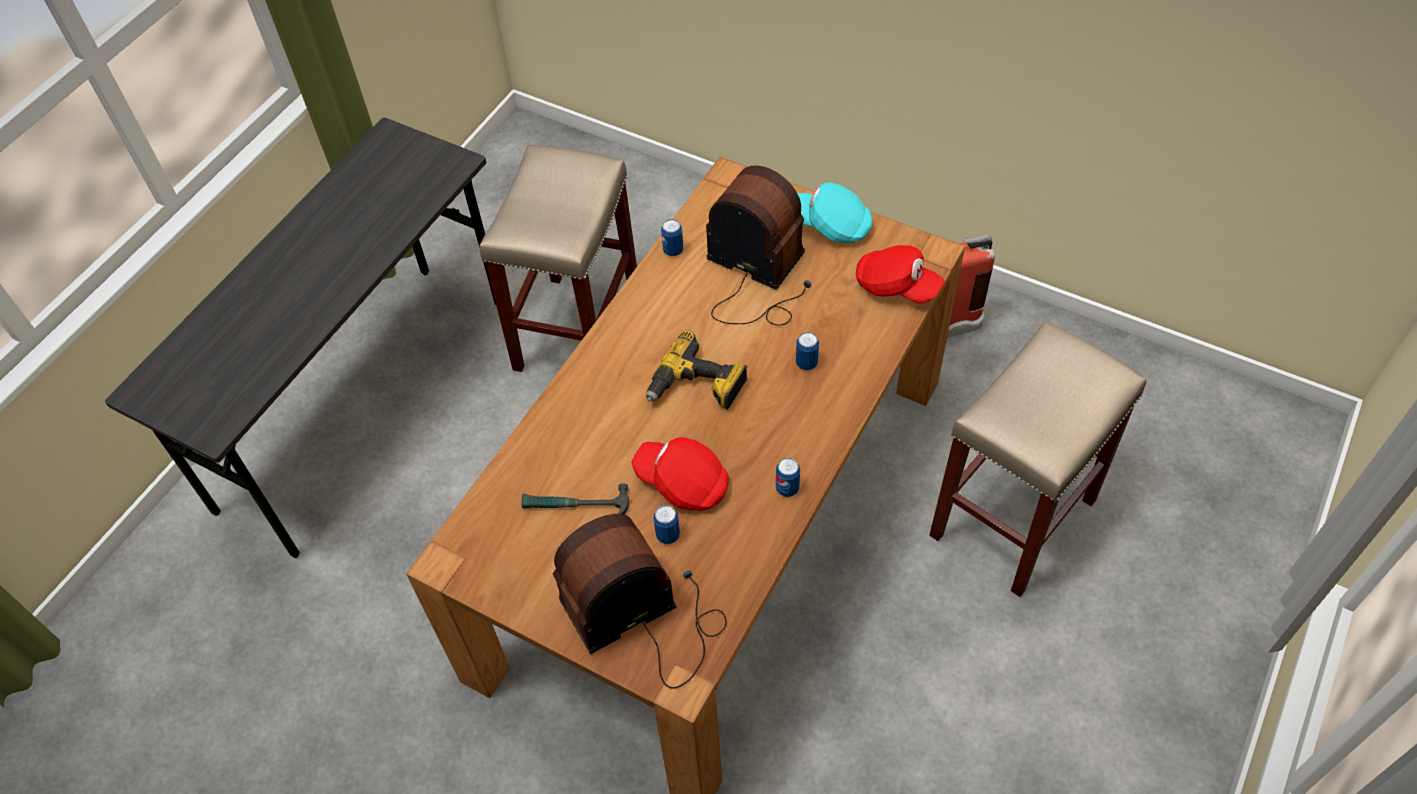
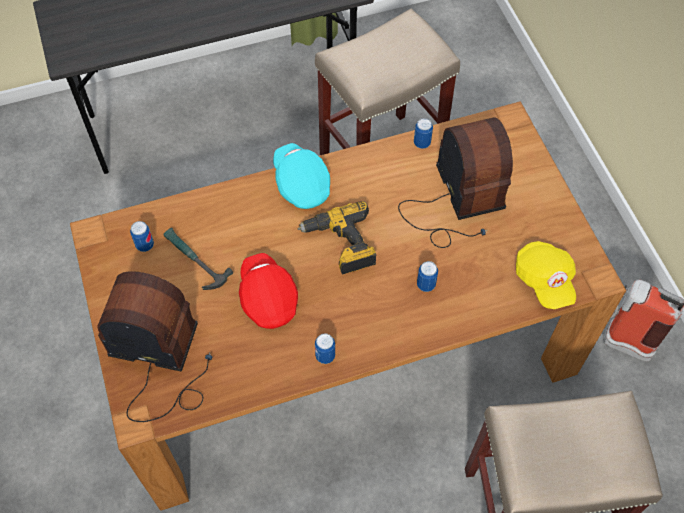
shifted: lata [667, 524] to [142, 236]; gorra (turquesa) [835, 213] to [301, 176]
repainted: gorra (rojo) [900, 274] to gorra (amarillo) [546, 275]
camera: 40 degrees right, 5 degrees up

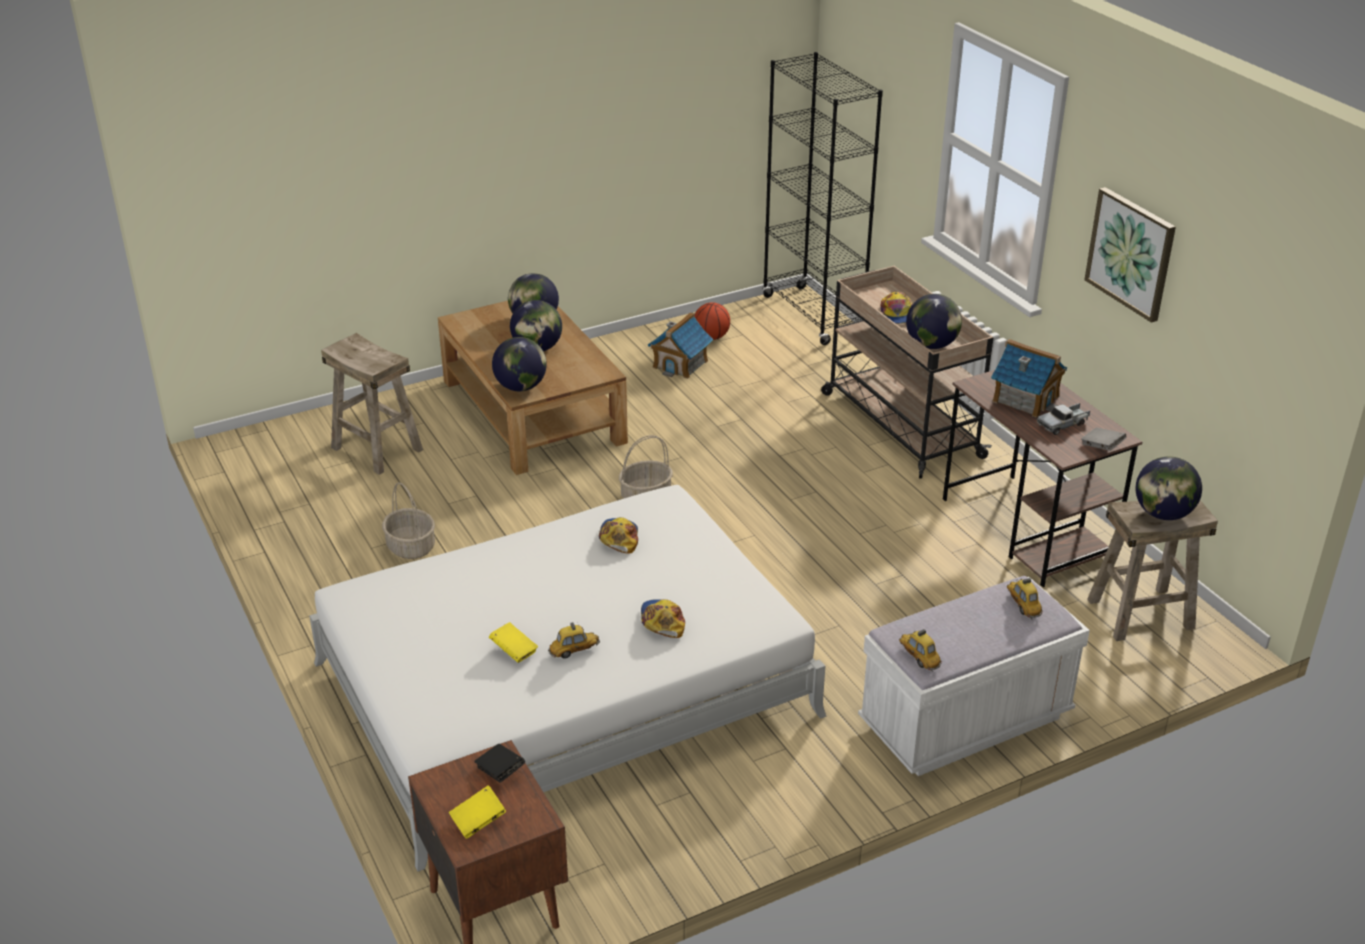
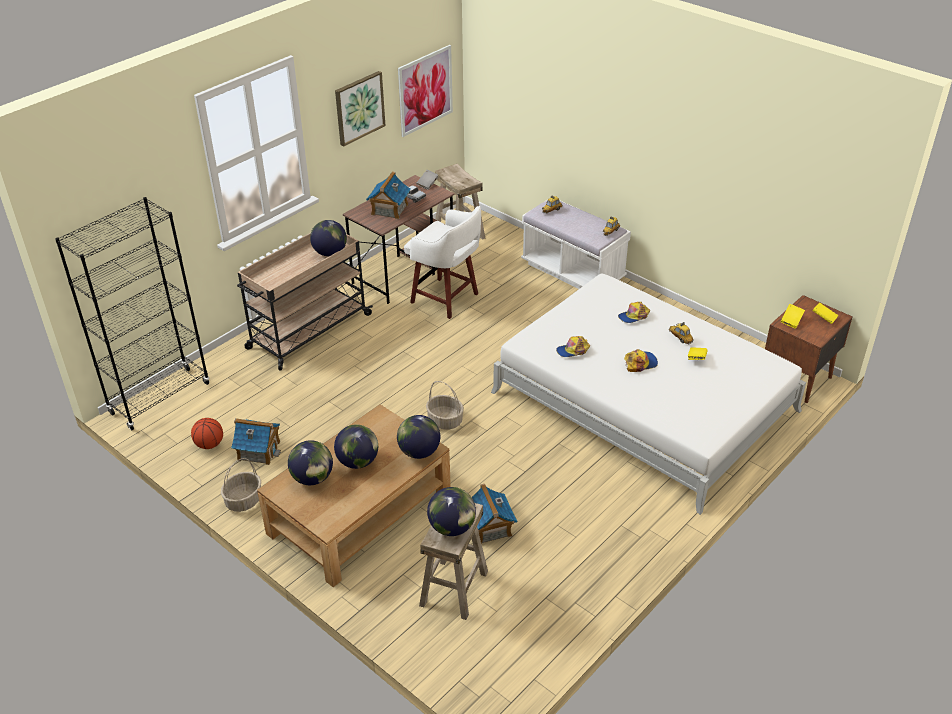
new: cuadro [425, 91]; taburete (blanco) [442, 262]; casita [494, 514]
shifted: cesta [408, 521] to [241, 485]; gorra [896, 308] to [641, 360]; globo terráqueo [1169, 488] to [451, 511]
repainted: libro (negro) [499, 763] to libro (amarillo) [793, 316]
camera: 110 degrees left, 5 degrees up

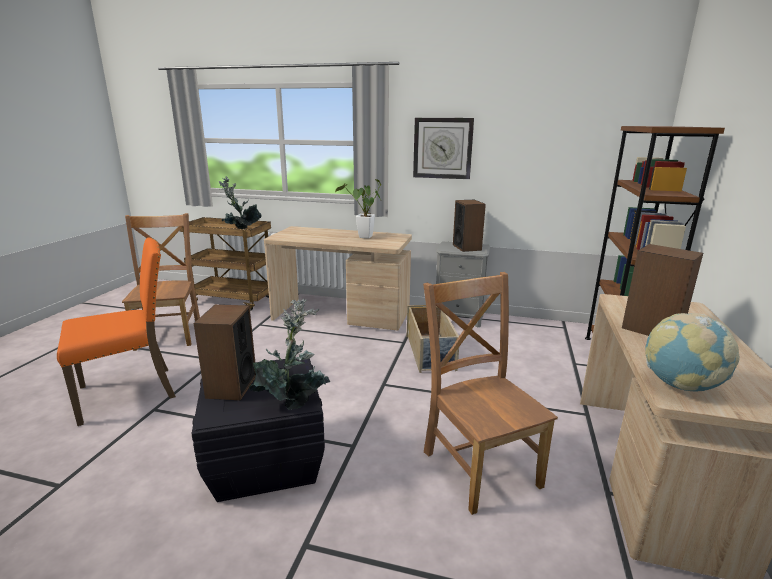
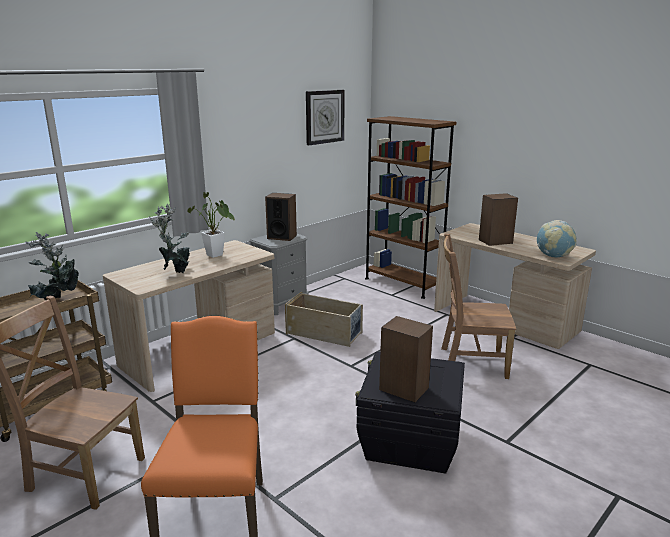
shifted: planta en maceta [290, 353] to [169, 238]; reloj de pared [443, 148] to [325, 117]
camera: 60 degrees left, 0 degrees up

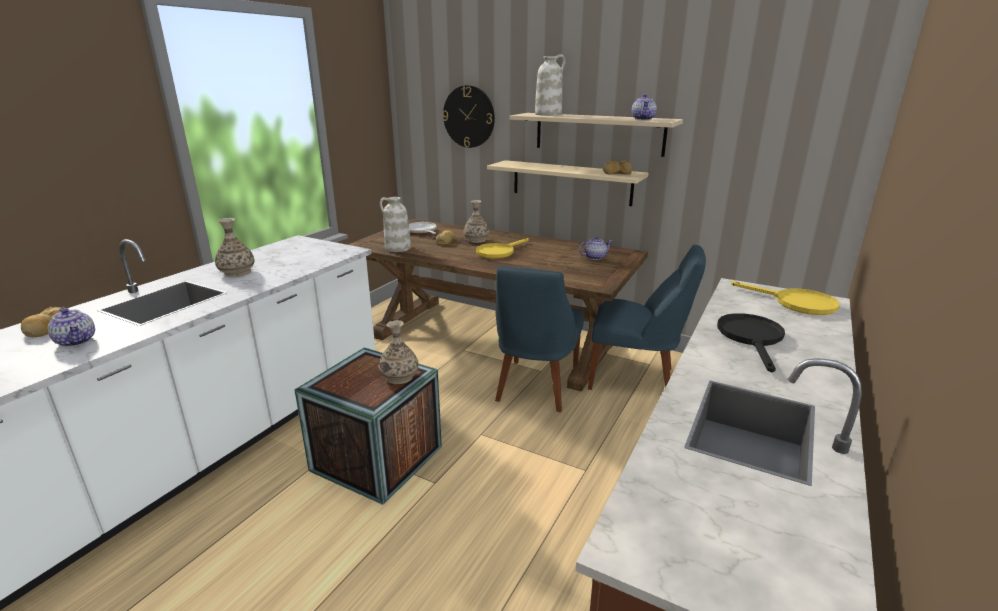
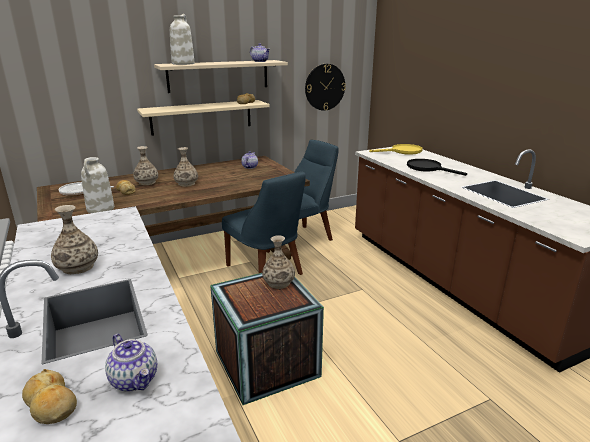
shifted: reloj de pared [468, 116] to [325, 87]
swapped: sartén (amarillo) [502, 248] to florero [186, 167]
rotated: tetera [71, 327] = [131, 362] 60 degrees clockwise
camera: 55 degrees left, 0 degrees up

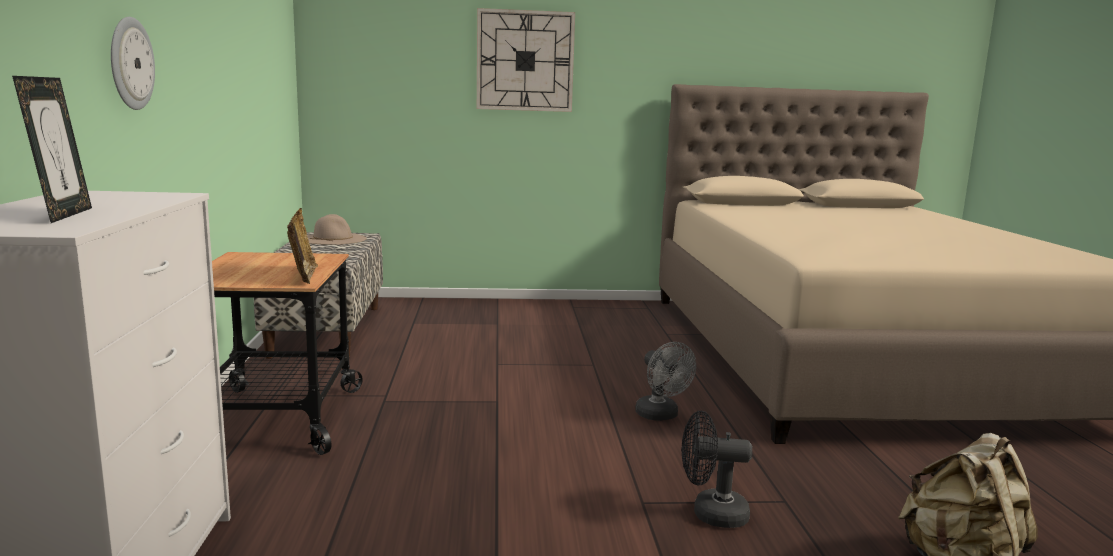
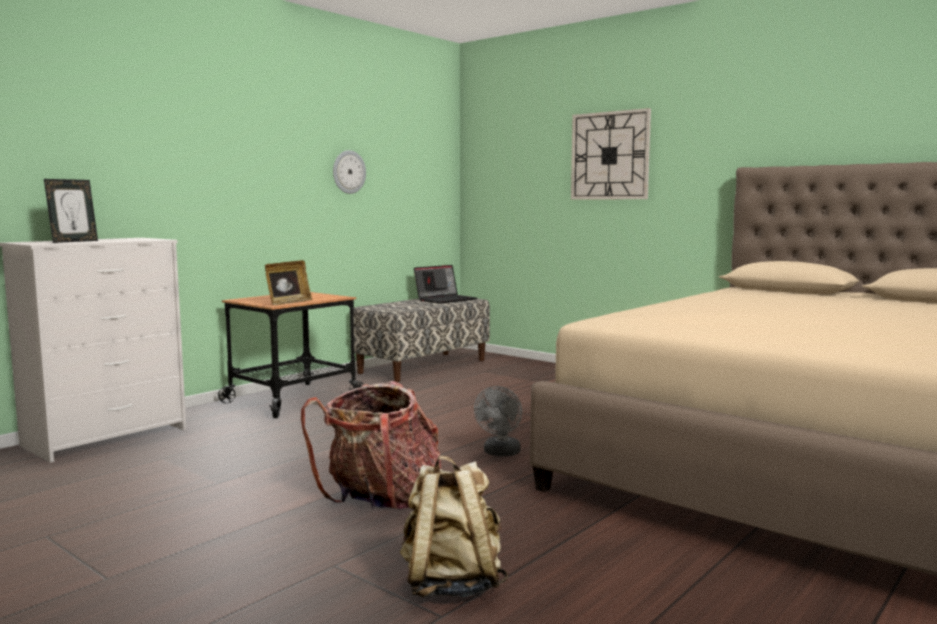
shifted: reloj de pared [133, 63] to [349, 172]
swapped: sombrero (beis) [337, 229] to portátil [445, 284]; ventilador (negro) [717, 469] to mochila [371, 445]
camera: 45 degrees right, 5 degrees down

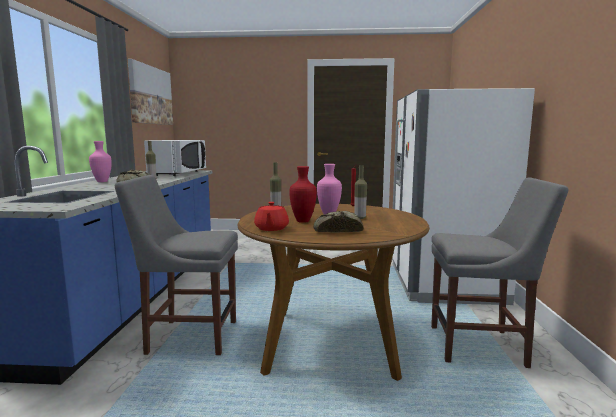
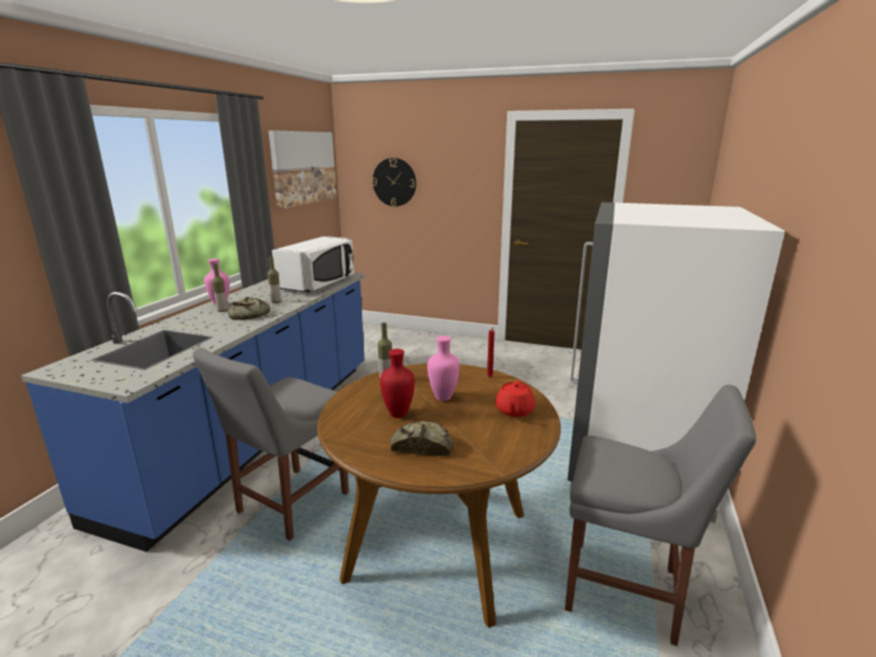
new: reloj de pared [394, 182]
shifted: tetera (rojo) [271, 216] to [515, 398]; botella [361, 192] to [220, 288]
rotated: silla (gris) [176, 265] = [271, 444] 75 degrees counterclockwise
camera: 15 degrees right, 10 degrees up

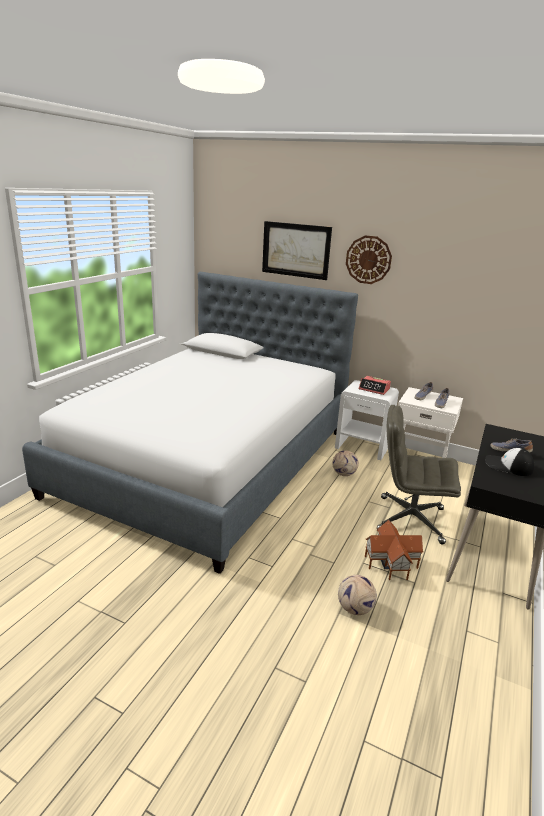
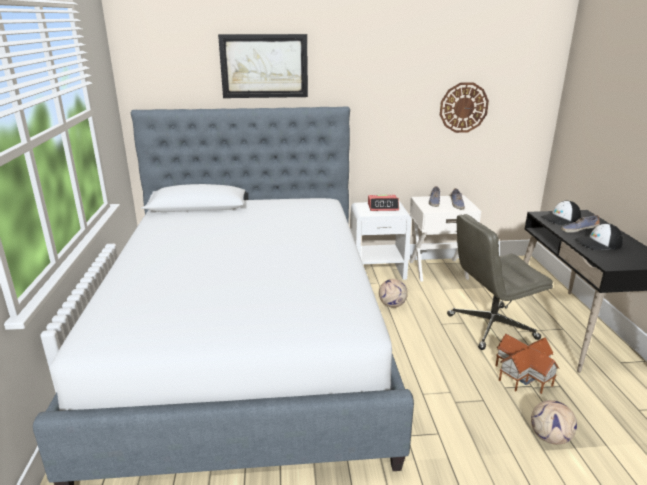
new: gorra [560, 212]
shifted: reloj de pared [369, 259] to [464, 107]
camera: 30 degrees left, 0 degrees up

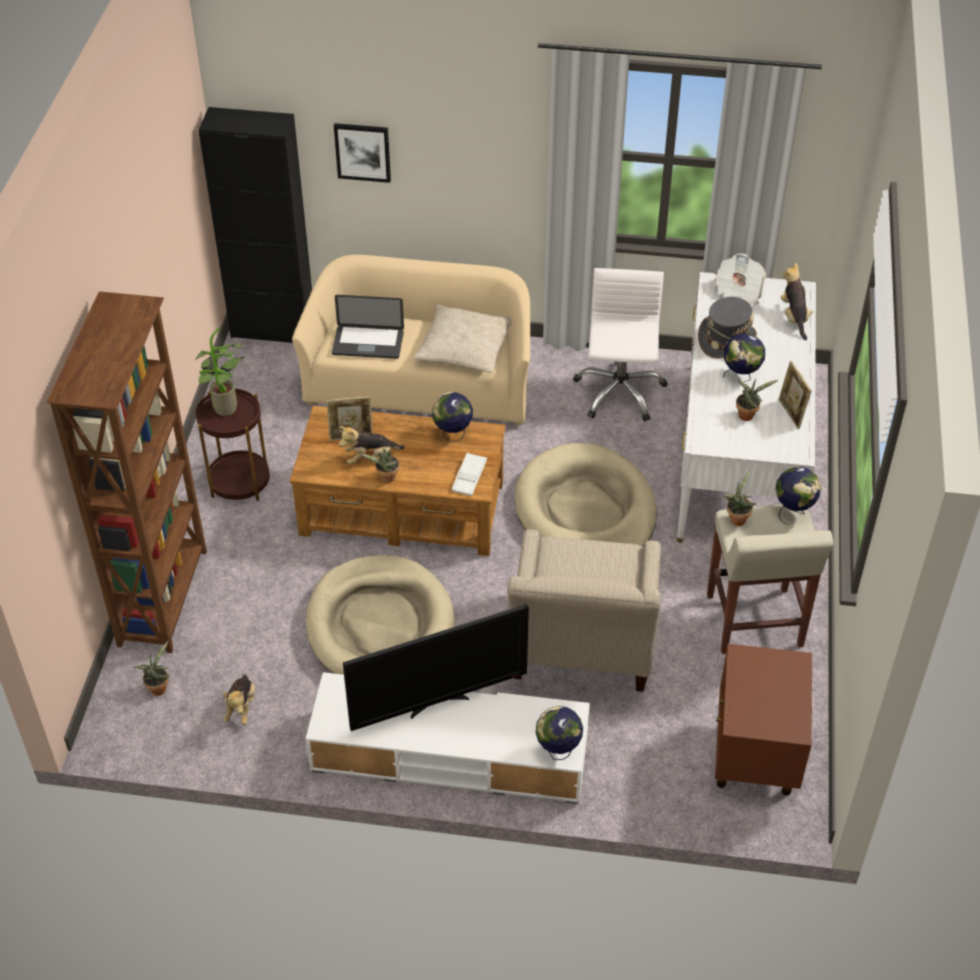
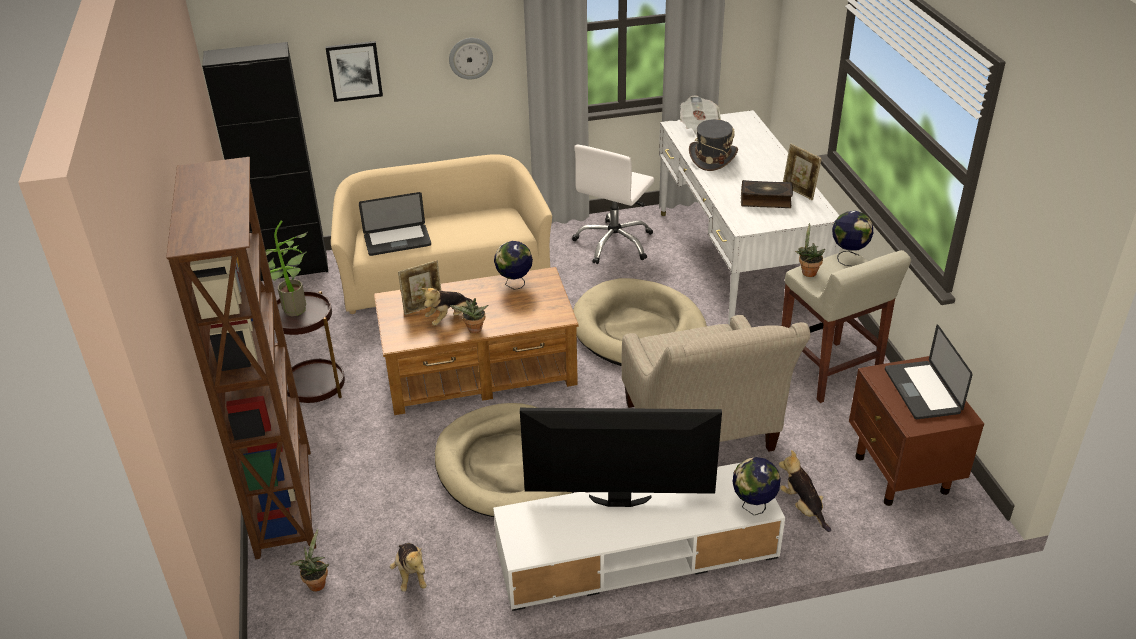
gone: cojín (beis) [462, 339]; bandeja (blanco) [469, 474]; globo terráqueo [744, 357]
new: reloj de pared [471, 59]; portátil [929, 371]
shifted: peluche [797, 301] to [805, 491]
swapped: planta en maceta [757, 400] to libro [767, 194]
rotated: televisor [436, 667] = [621, 457] 135 degrees counterclockwise; silla de oficina (blanco) [620, 345] = [613, 204] 135 degrees counterclockwise
camera: 20 degrees left, 10 degrees down

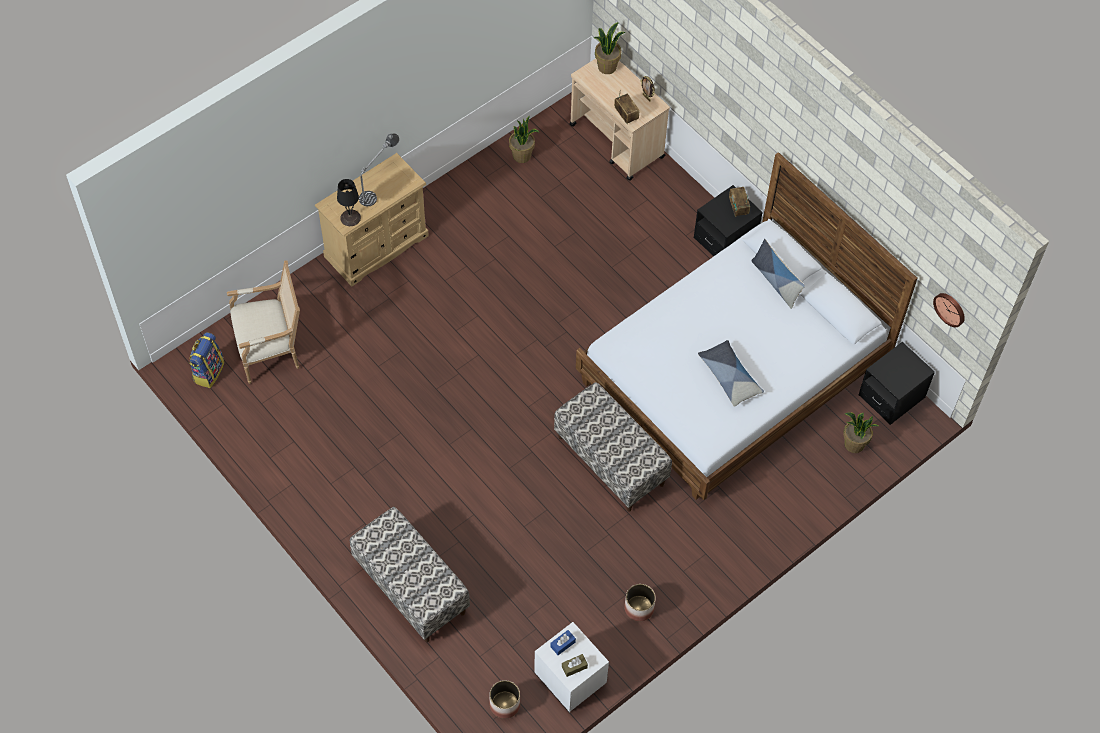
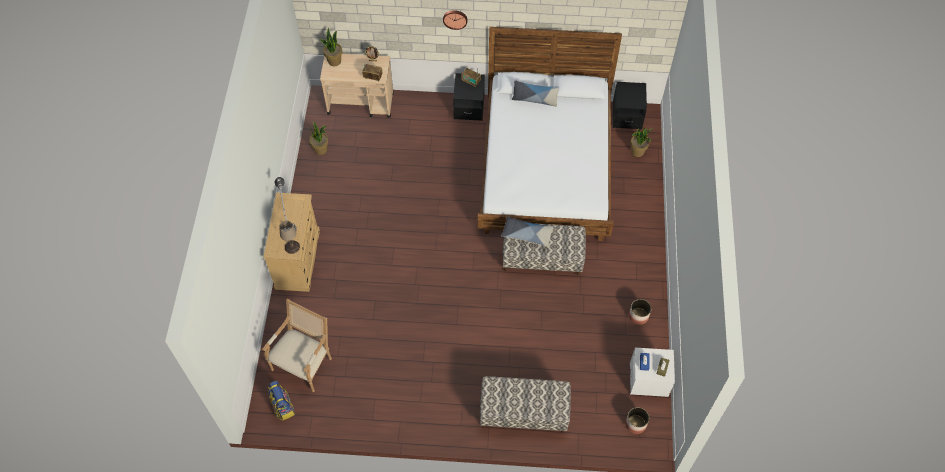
shifted: cojín [731, 373] to [527, 231]; reloj de pared [949, 310] to [455, 20]
repainted: lámpara de mesa (negro) [349, 202] to lámpara de mesa (beis) [289, 237]
camera: 45 degrees left, 0 degrees up

